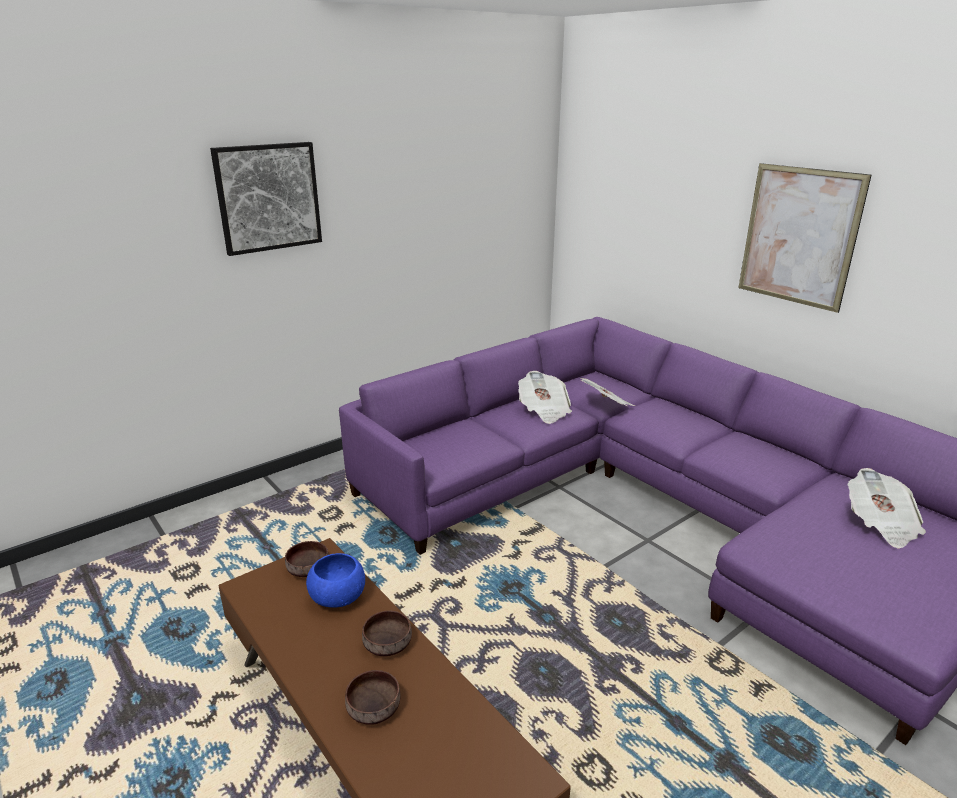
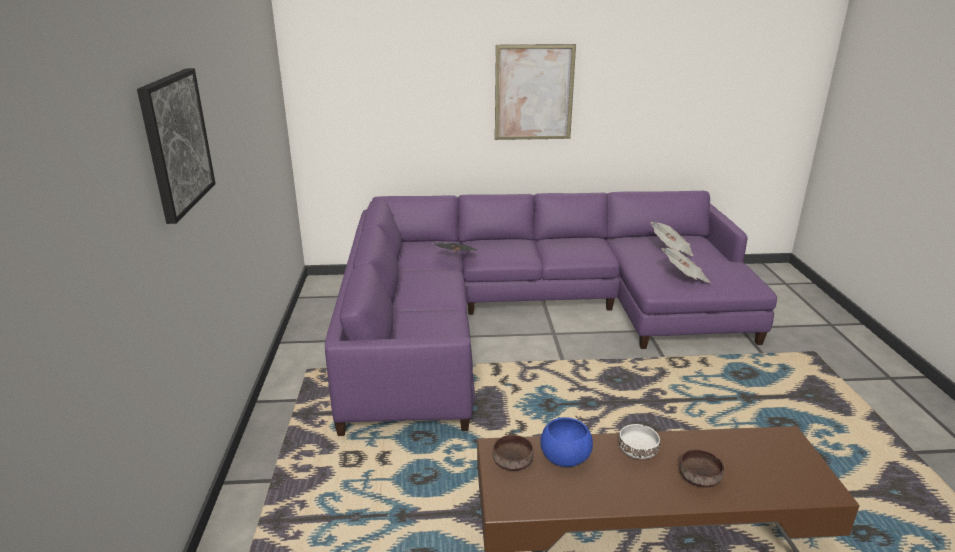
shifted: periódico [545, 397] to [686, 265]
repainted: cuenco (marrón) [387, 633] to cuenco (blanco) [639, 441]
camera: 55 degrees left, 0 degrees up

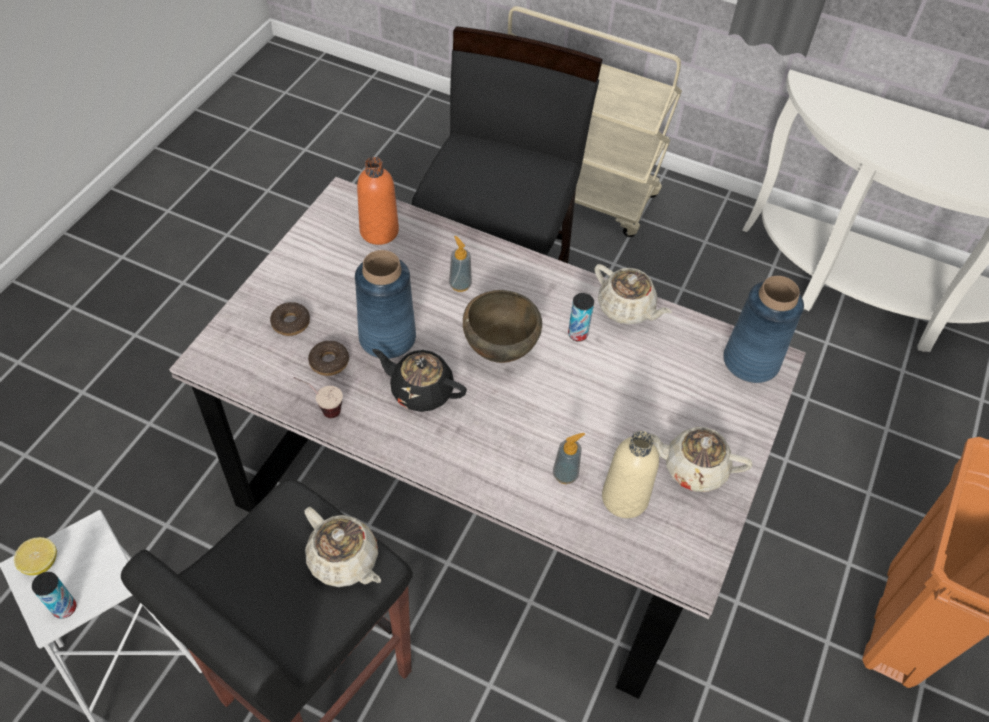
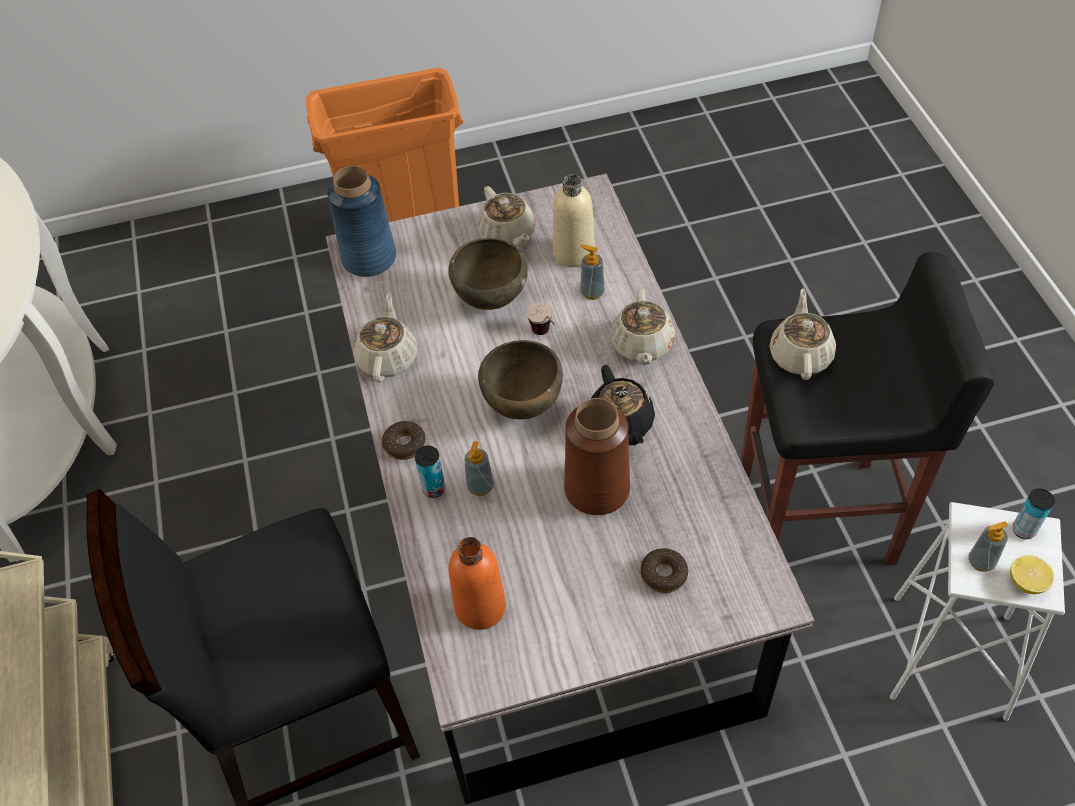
new: cuenco (marrón) [488, 274]; tetera (beis) [642, 326]; dispensador de jabón [988, 546]
shifted: taza [318, 397] to [540, 319]; rosquilla [328, 358] to [404, 440]; lata [581, 317] to [430, 472]
repainted: florero (azul) [385, 304] to florero (marrón) [597, 456]
camera: 125 degrees left, 0 degrees up

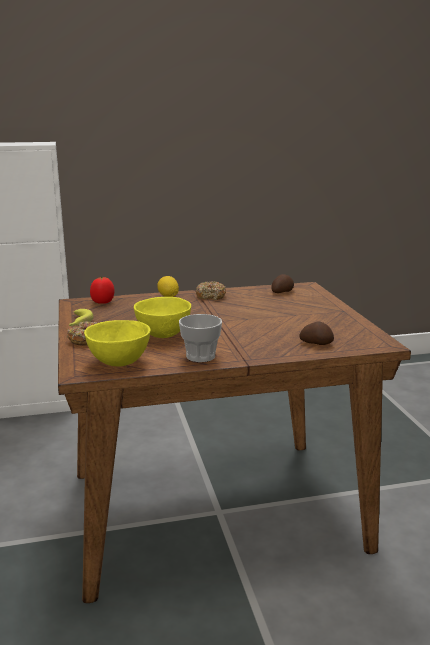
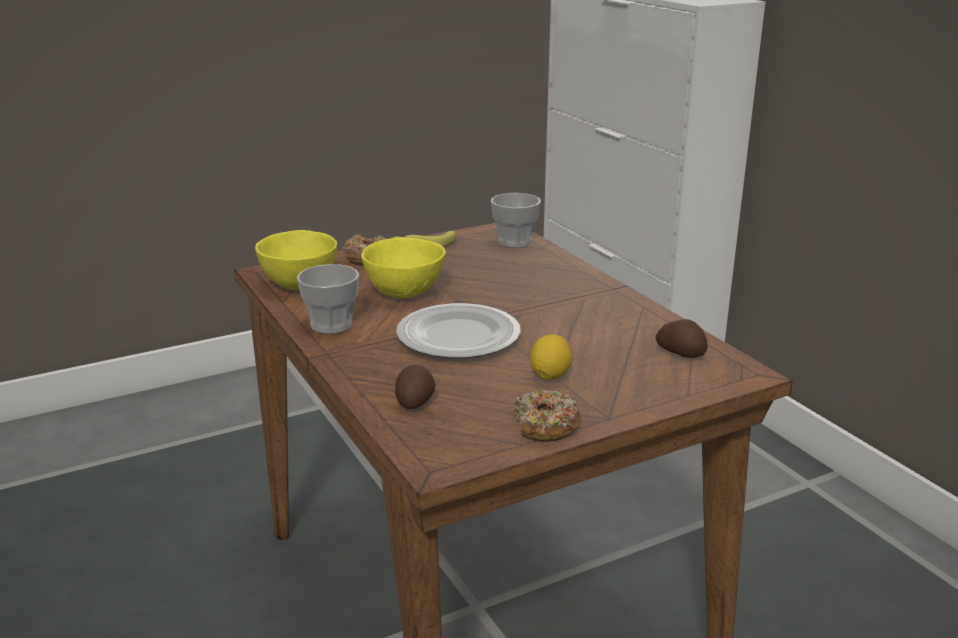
new: plato [458, 330]
shifted: limón [168, 286] to [551, 357]; rosquilla [211, 290] to [547, 416]
swapped: tomate [102, 290] to taza [516, 220]
camera: 75 degrees right, 5 degrees up

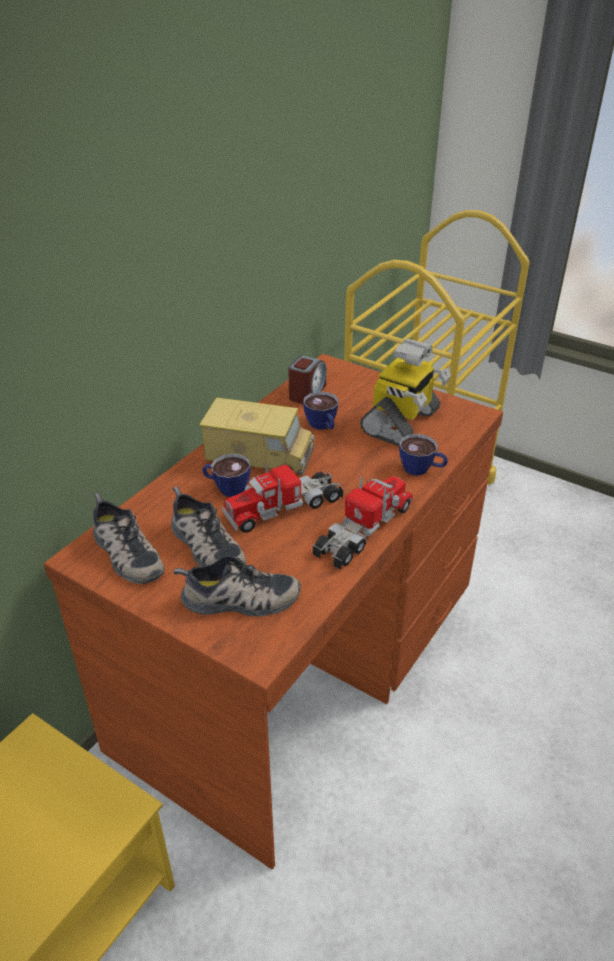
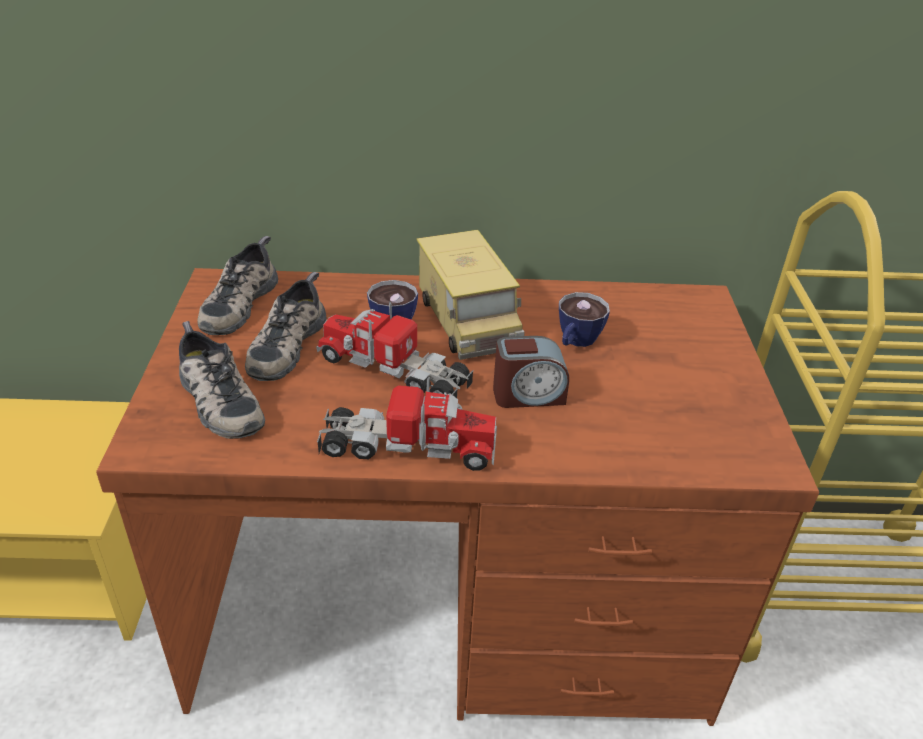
gone: robot de juguete [405, 392]; taza [423, 455]
shifted: despertador [307, 380] to [531, 372]
camera: 55 degrees right, 0 degrees up

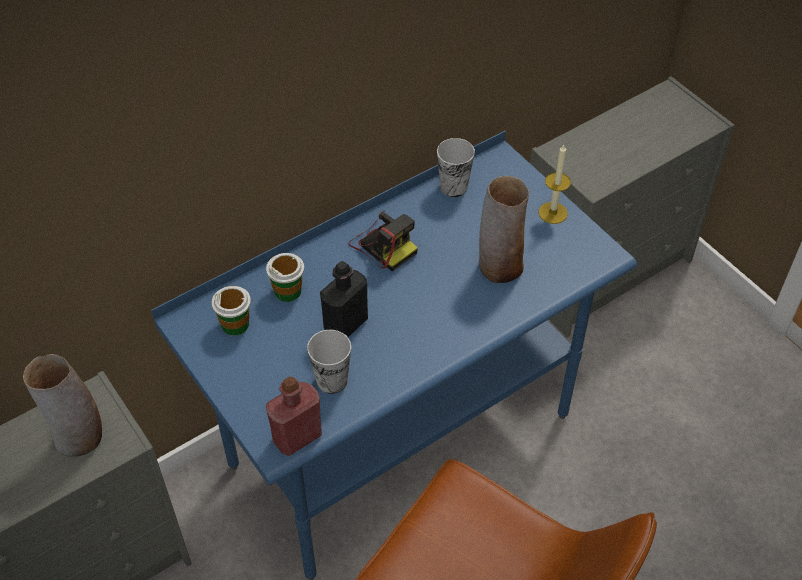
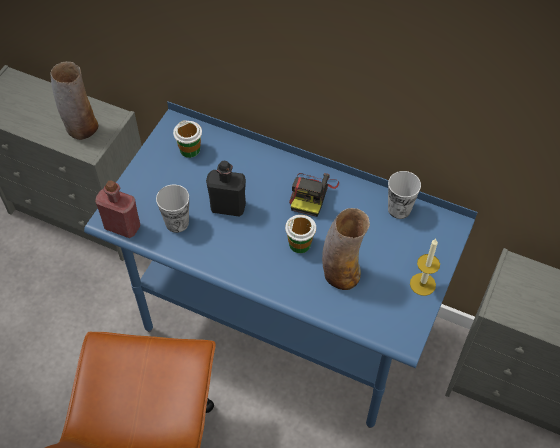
shifted: taza [285, 277] to [300, 234]
camera: 60 degrees right, 5 degrees up

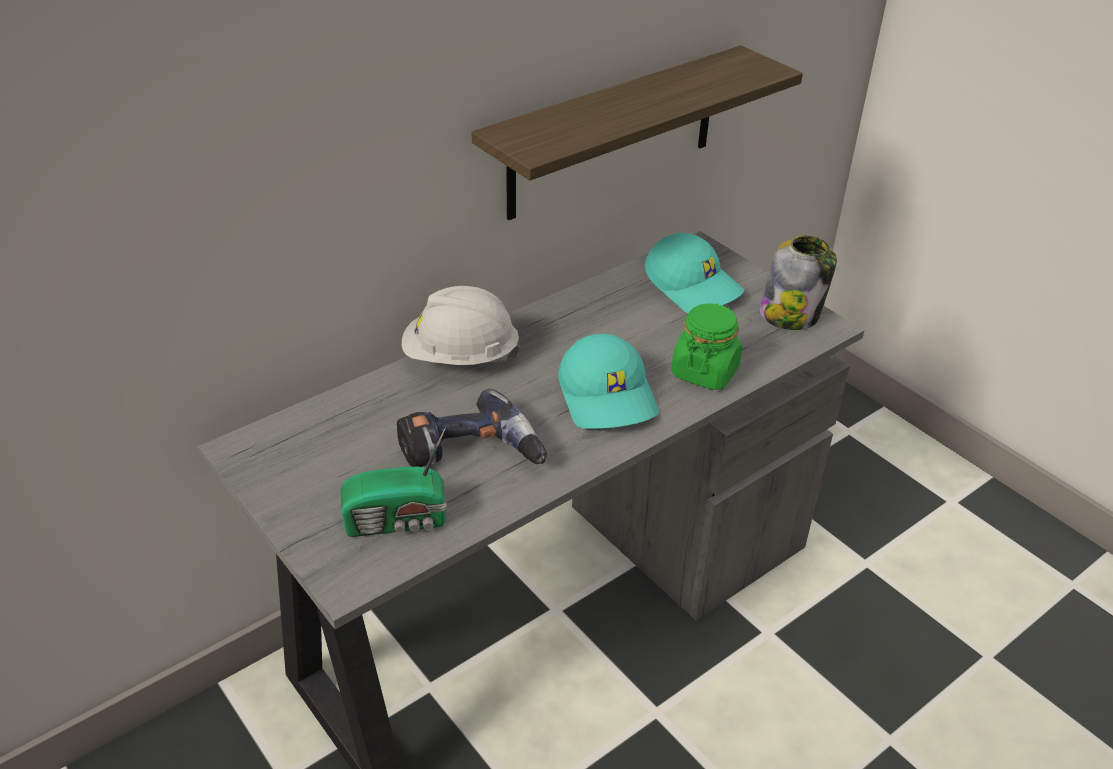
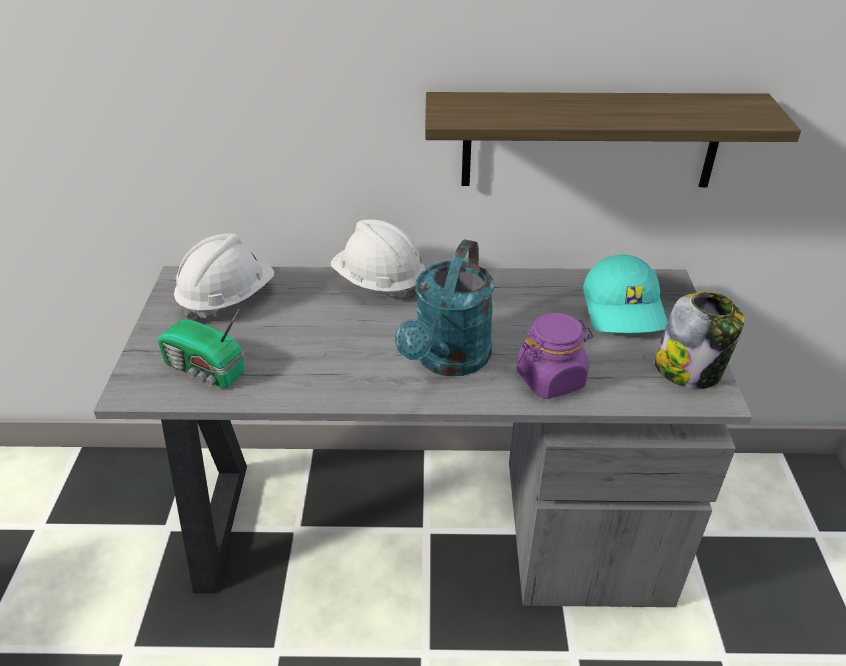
gone: taladro [472, 428]
new: casco (blanco) [224, 277]
swapped: gorra (turquesa) [608, 381] to regadera (turquesa) [444, 307]
repainted: tarro (verde) [706, 346] to tarro (morado) [555, 356]
camera: 40 degrees right, 0 degrees up

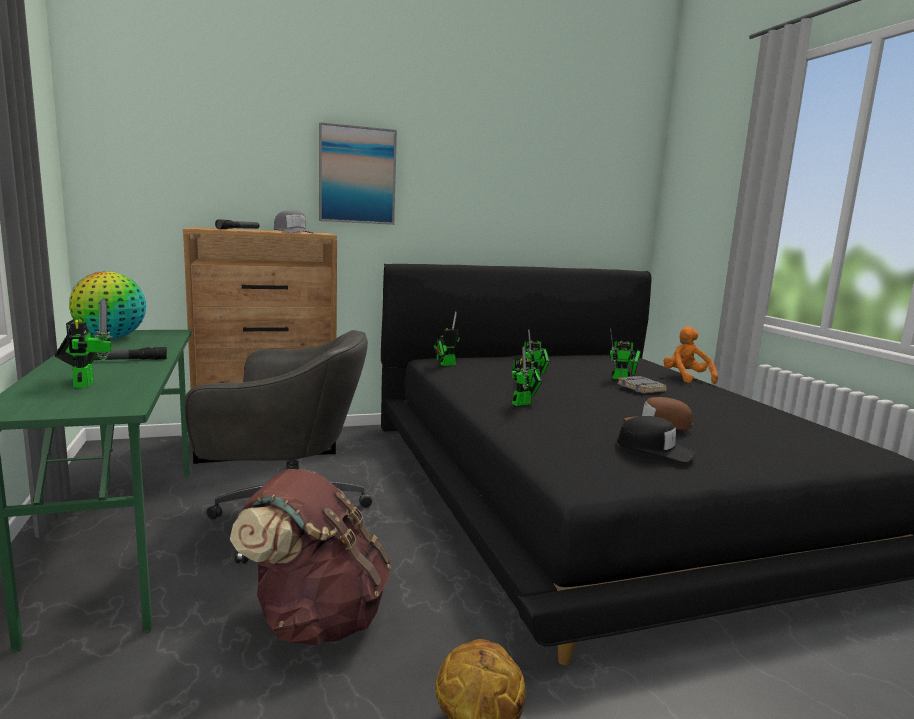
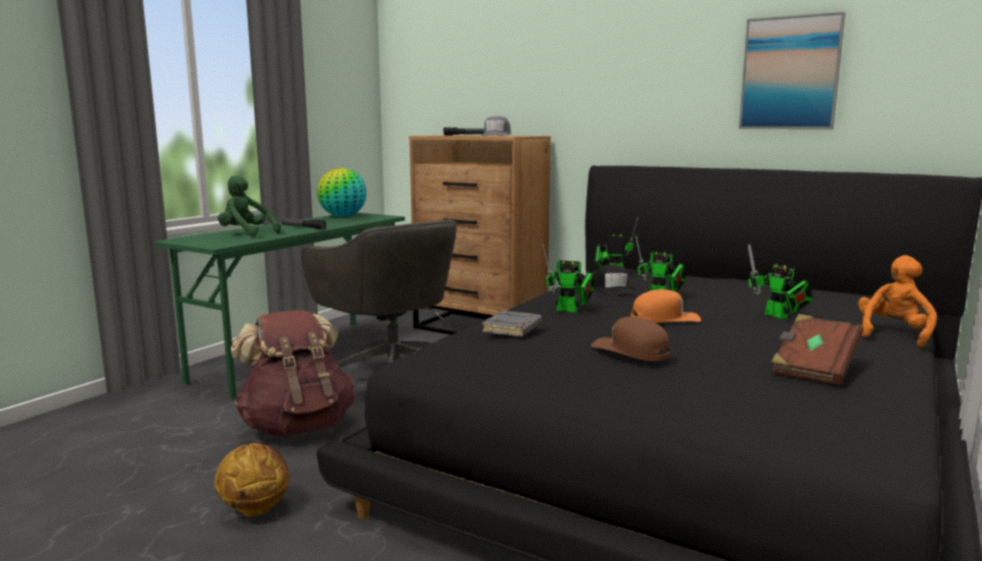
new: gorra (naranja) [666, 306]; libro (marrón) [817, 349]
shifted: cuadro [358, 173] to [792, 70]; libro (gris) [642, 385] to [512, 323]; gorra (negro) [656, 439] to [614, 280]
swapped: robot de juguete [83, 343] to peluche (verde) [249, 206]
camera: 50 degrees right, 0 degrees up

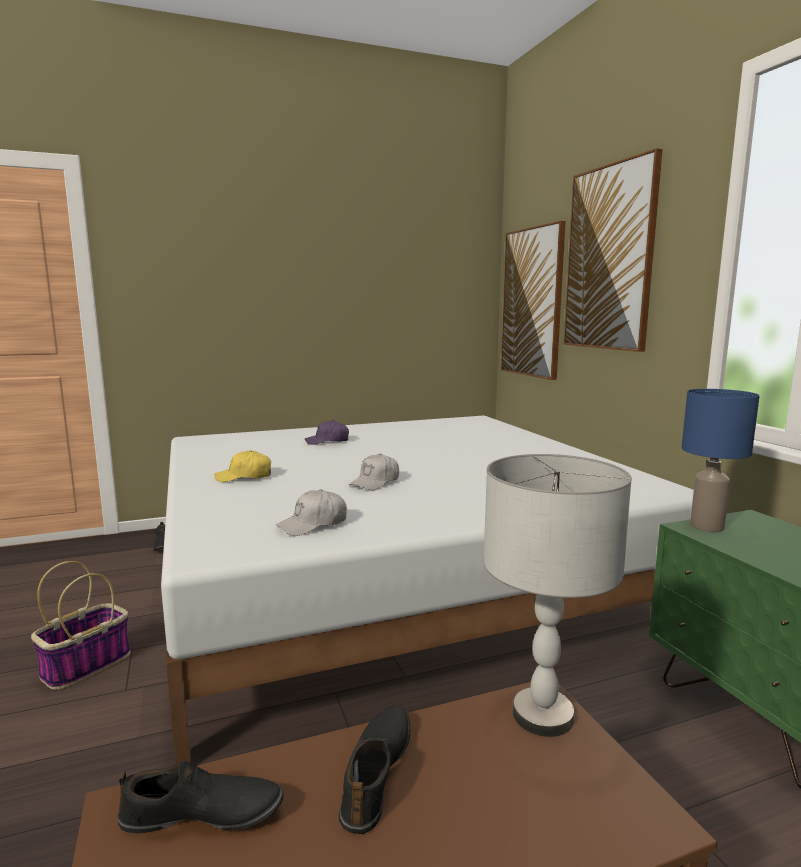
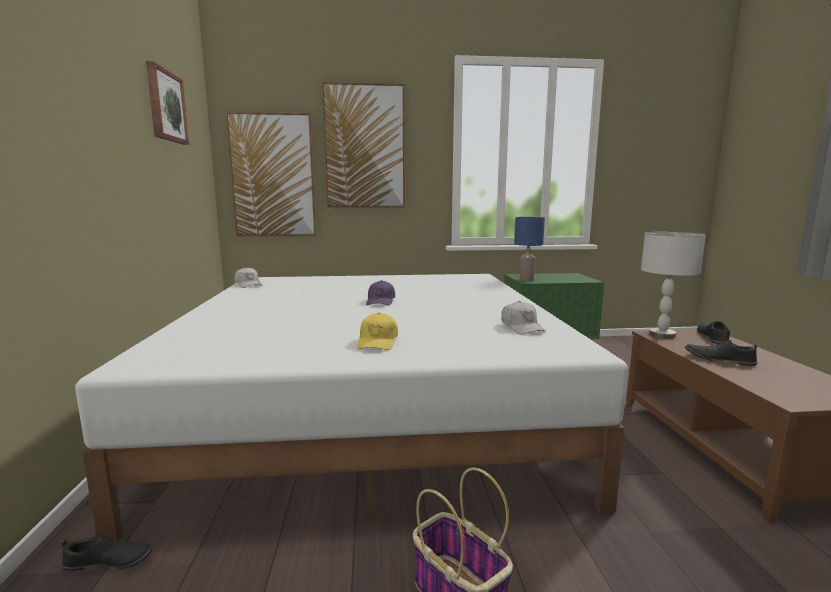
new: cuadro [167, 103]
shifted: zapato (negro) [200, 797] to [713, 332]; gorra (morado) [327, 432] to [380, 292]; gorra (blanco) [374, 472] to [248, 277]
camera: 75 degrees left, 0 degrees up

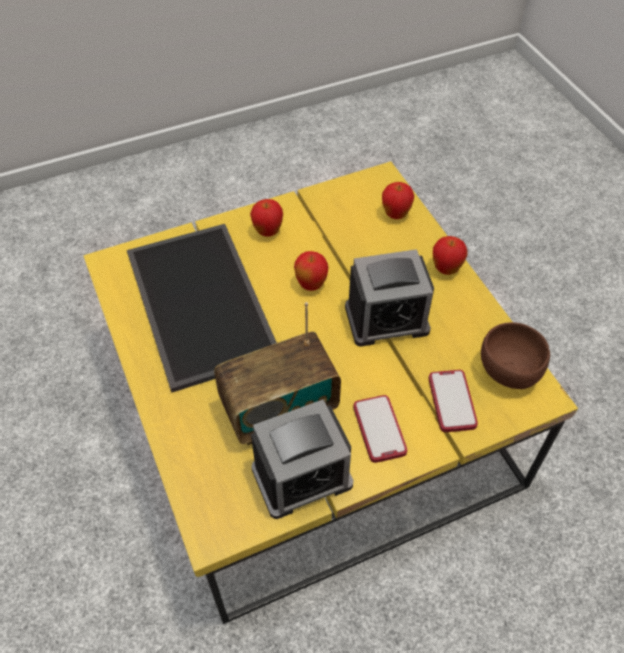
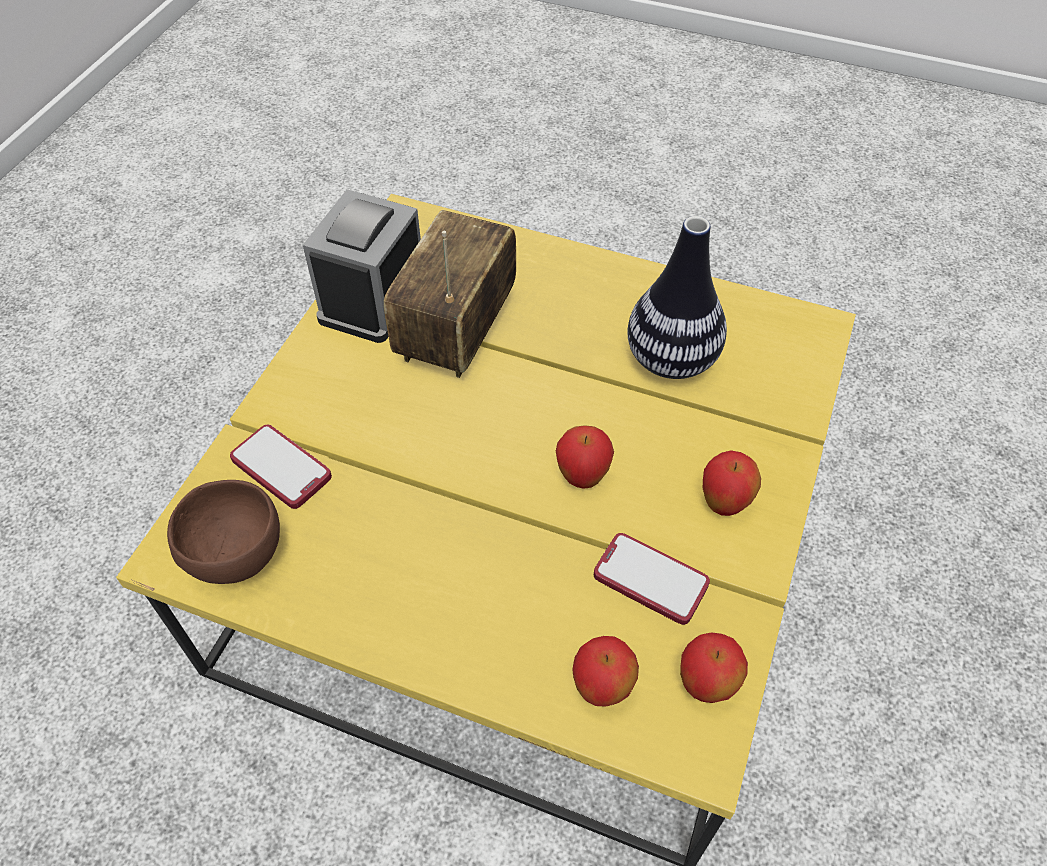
gone: despertador [389, 298]
shifted: móvil [380, 429] to [652, 579]; manzana [450, 255] to [714, 667]
swapped: bandeja [202, 308] to florero [677, 297]
camera: 135 degrees right, 0 degrees up

